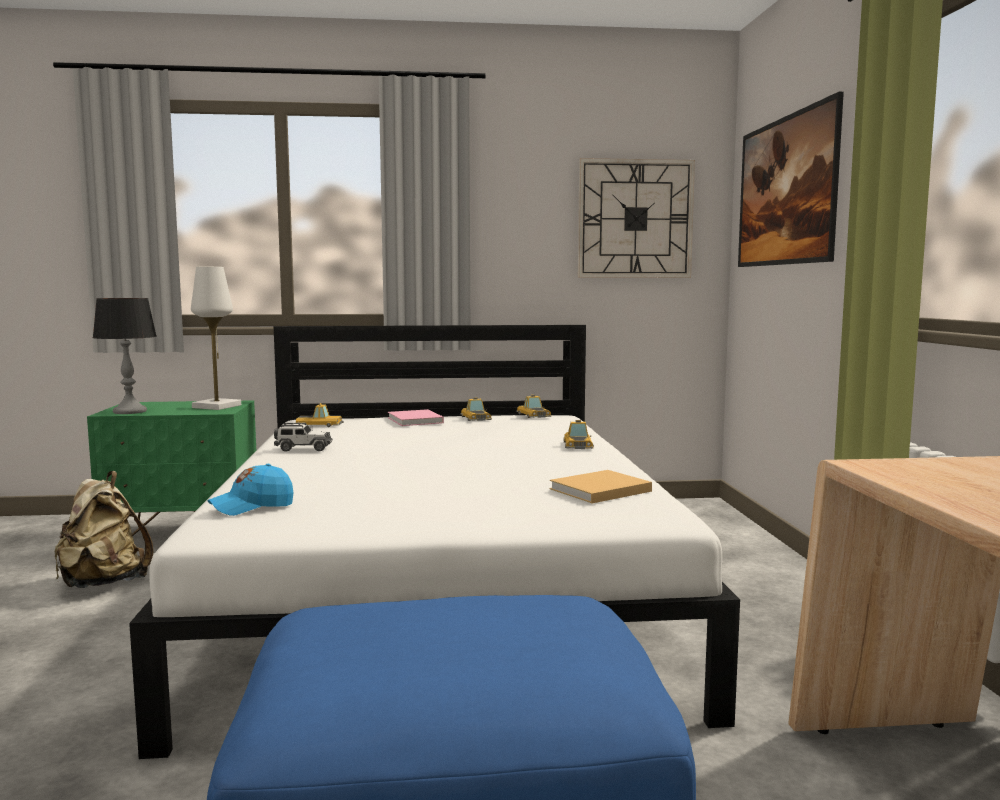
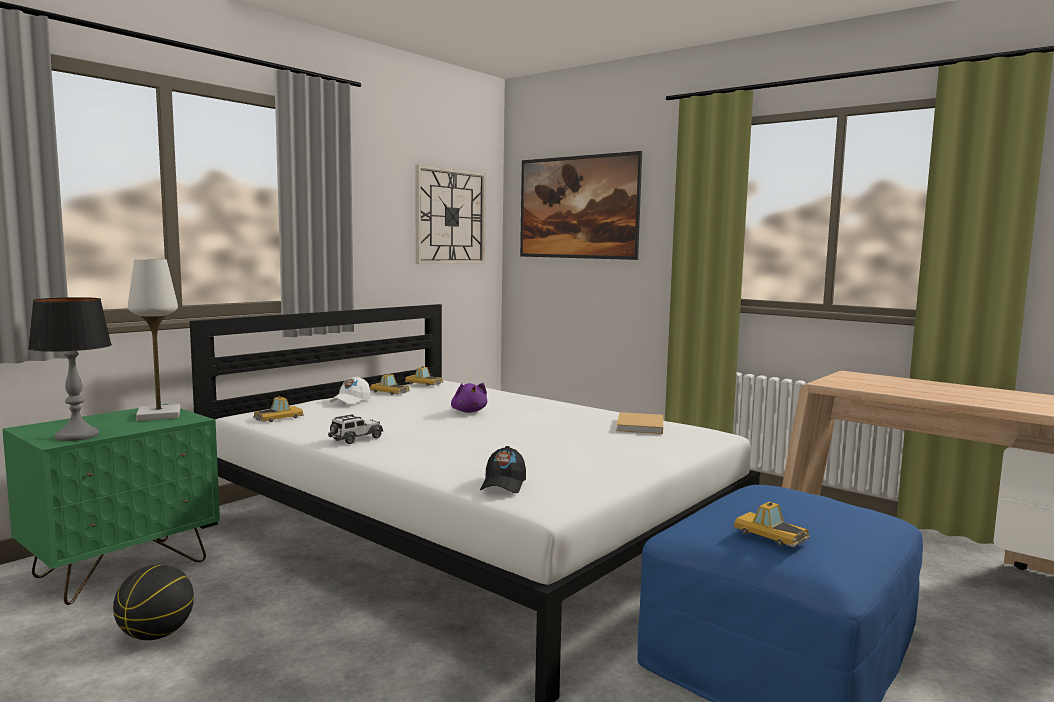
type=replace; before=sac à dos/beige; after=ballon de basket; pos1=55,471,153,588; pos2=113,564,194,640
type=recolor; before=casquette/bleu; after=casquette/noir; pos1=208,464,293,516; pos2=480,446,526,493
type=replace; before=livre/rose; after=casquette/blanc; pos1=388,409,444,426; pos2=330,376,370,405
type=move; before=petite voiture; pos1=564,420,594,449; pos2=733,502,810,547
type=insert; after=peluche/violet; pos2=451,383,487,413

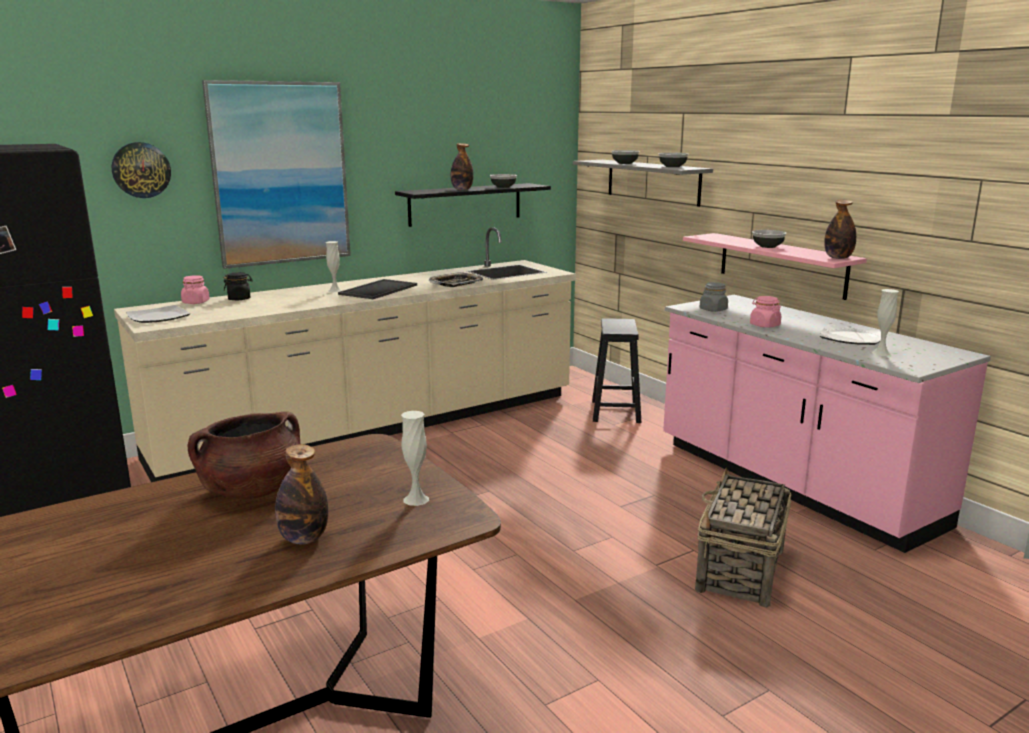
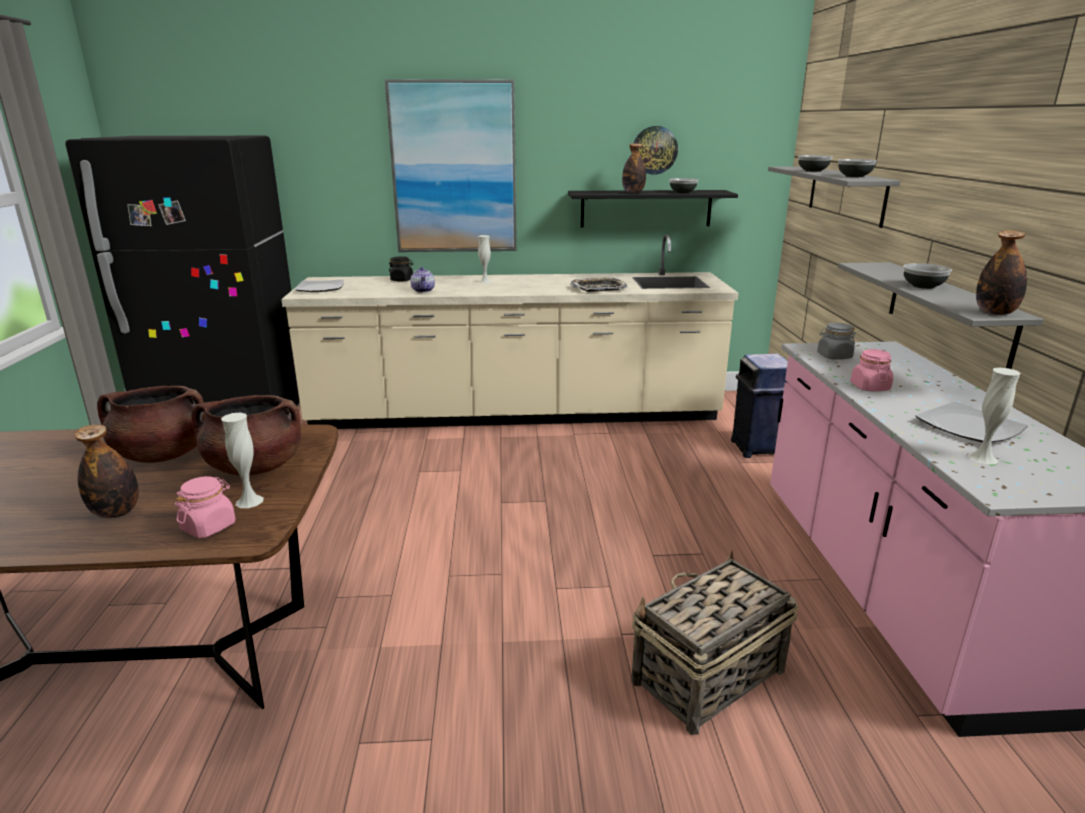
type=move; before=horloge murale; pos1=112,142,171,198; pos2=634,126,678,175
type=move; before=bocal/rose; pos1=181,275,210,304; pos2=175,476,236,538
type=delete; before=plateau; pos1=338,279,417,299
type=replace; before=tabouret/noir; after=poubelle/bleu; pos1=592,318,641,423; pos2=731,354,788,458
type=recolor; before=étagère/rose; after=étagère/gris; pos1=683,233,867,300; pos2=838,262,1044,369
type=insert; after=marmite/marron; pos2=191,395,301,475
type=insert; after=théière; pos2=410,267,435,293

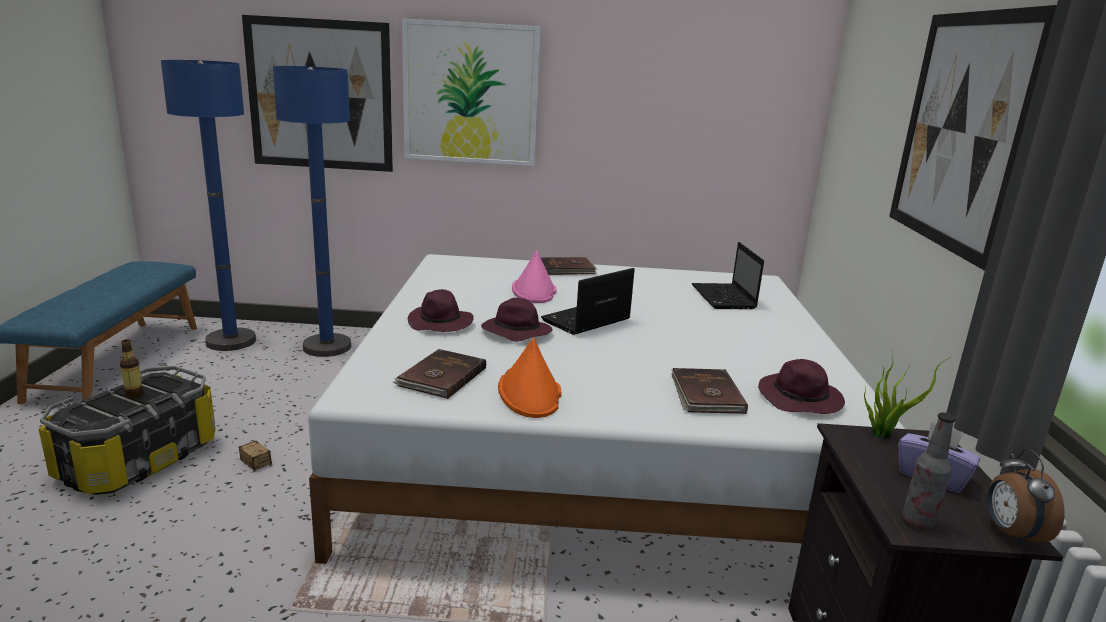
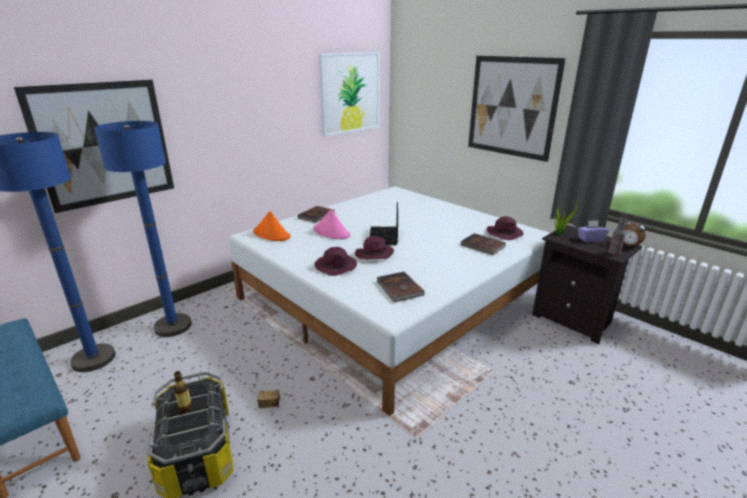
type=move; before=tableau; pos1=402,19,541,166; pos2=319,52,380,136
type=move; before=chapeau/orange; pos1=498,338,562,418; pos2=253,211,290,241
type=delete; before=ordinateur portable; pos1=692,242,764,309

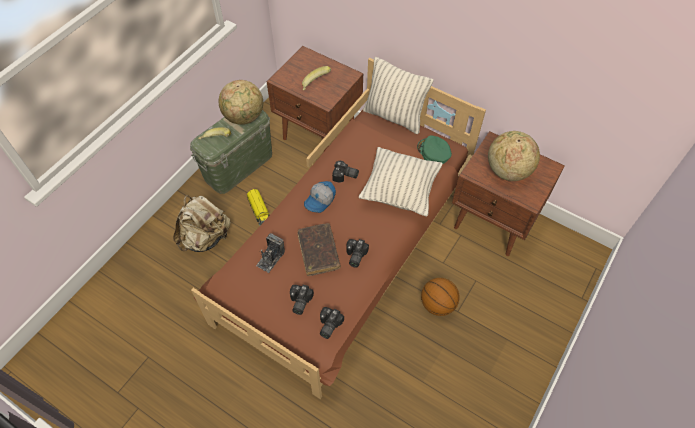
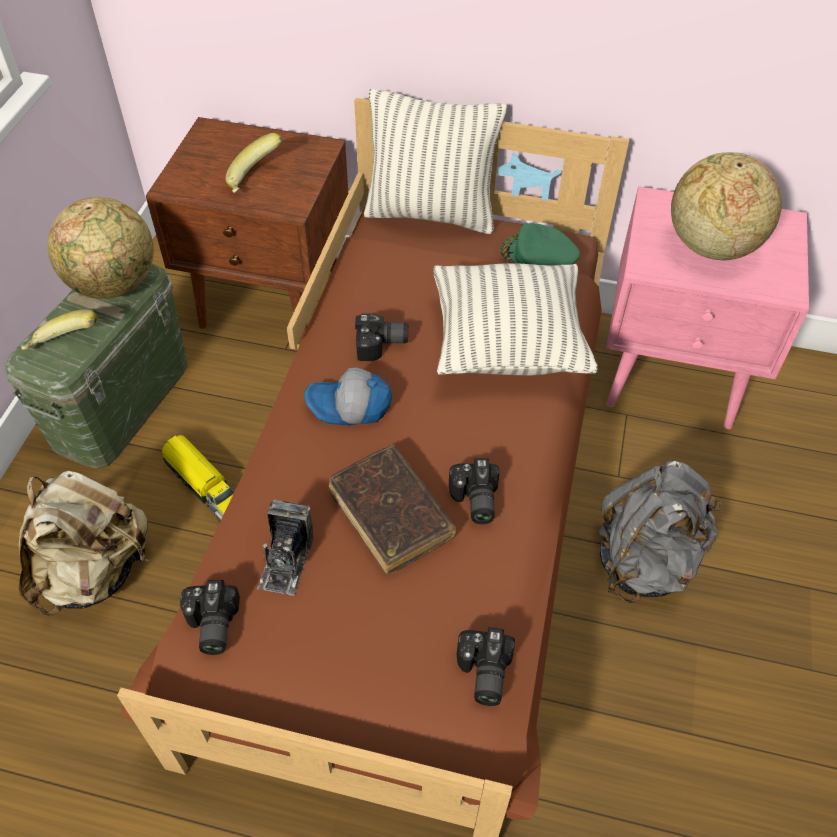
type=move; before=appareil photo; pos1=290,285,314,315; pos2=180,580,240,655
type=rotate; before=casquette; pos1=304,181,336,213; pos2=304,368,392,425; turn=75
type=replace; before=ballon de basket; after=sac à dos/gris; pos1=421,278,460,316; pos2=599,461,721,603
type=recolor; before=table de chevet/marron; after=table de chevet/rose; pos1=452,131,565,256; pos2=606,186,809,429

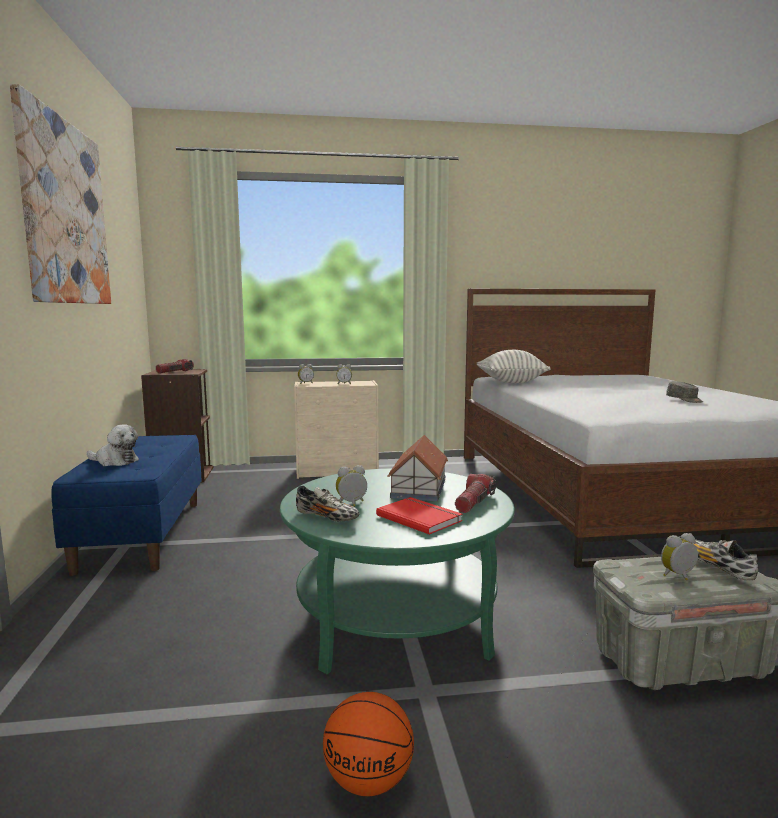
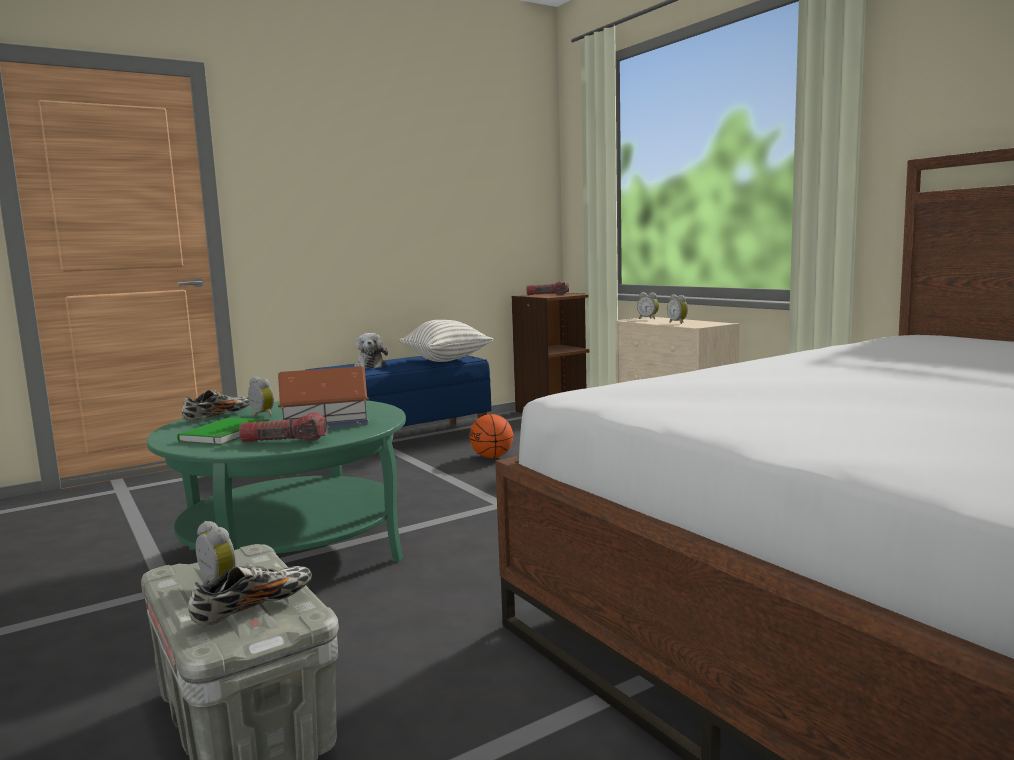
type=delete; before=tableau; pos1=10,84,111,304
type=rotate; before=chaussure; pos1=296,485,360,521; pos2=182,390,250,421; turn=-150
type=move; before=ballon de basket; pos1=323,692,414,796; pos2=469,414,513,458
type=recolor; before=livre/rouge; after=livre/vert; pos1=376,497,462,535; pos2=177,417,269,445
type=move; before=coussin; pos1=477,350,551,383; pos2=399,320,493,362
type=delete; before=casquette/gris; pos1=666,381,703,403

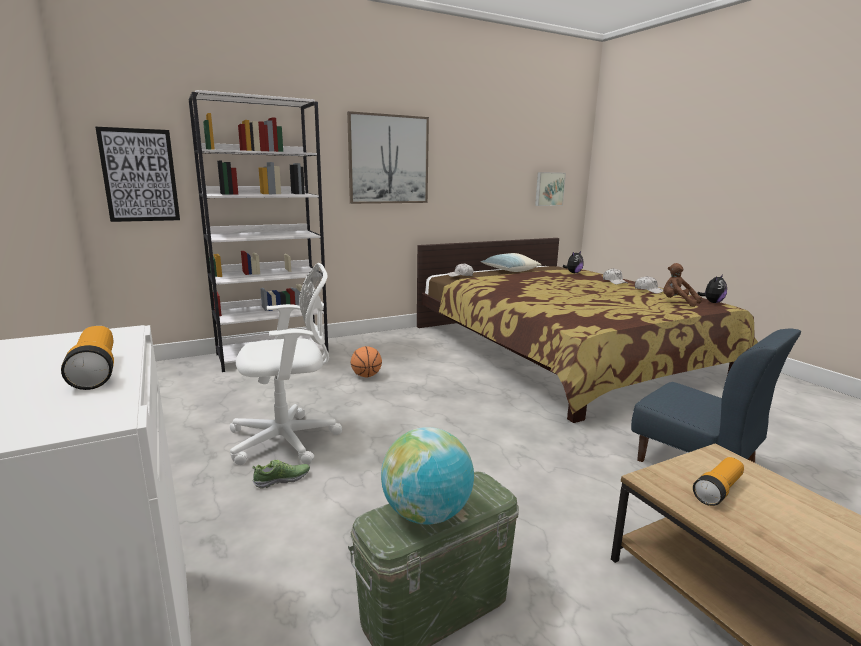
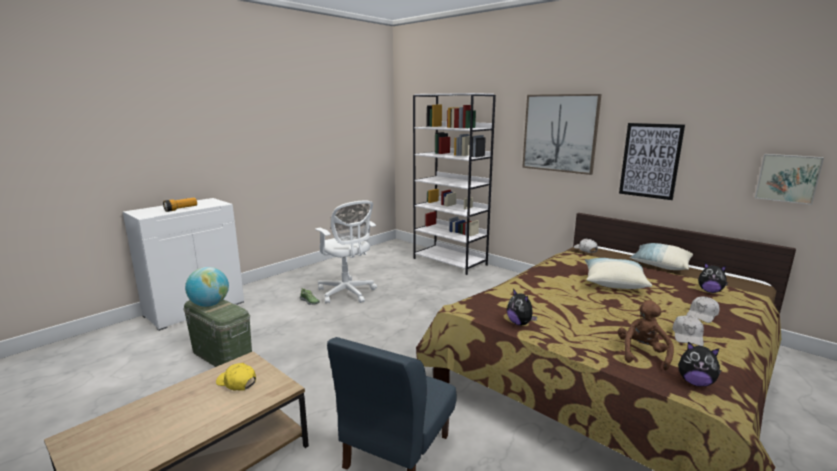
type=move; before=tableau; pos1=95,127,180,222; pos2=619,123,685,200
type=delete; before=ballon de basket; pos1=350,346,382,377
type=replace; before=lampe de poche; after=casquette/jaune; pos1=693,457,744,506; pos2=216,363,256,391
type=insert; after=peluche; pos2=507,289,537,326
type=insert; after=coussin; pos2=585,258,652,289

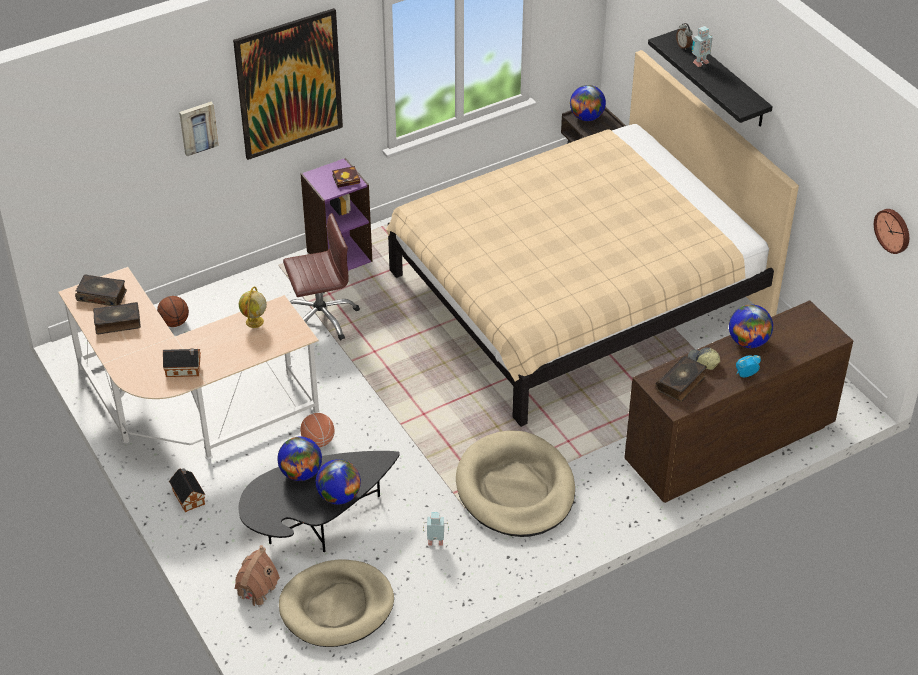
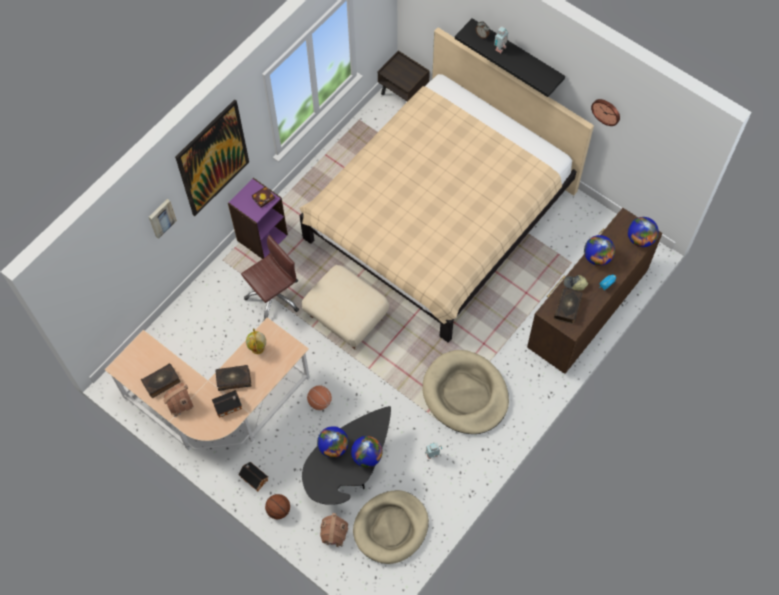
type=move; before=livre; pos1=75,275,127,306; pos2=215,365,251,391
type=move; before=ballon de basket; pos1=157,296,189,327; pos2=265,494,290,519
type=move; before=globe; pos1=570,85,606,121; pos2=628,217,659,247
type=move; before=horloge murale; pos1=874,209,909,254; pos2=591,99,620,126
type=insert; after=maison miniature; pos2=163,383,194,417
type=insert; after=pouf/beige; pos2=301,265,389,350

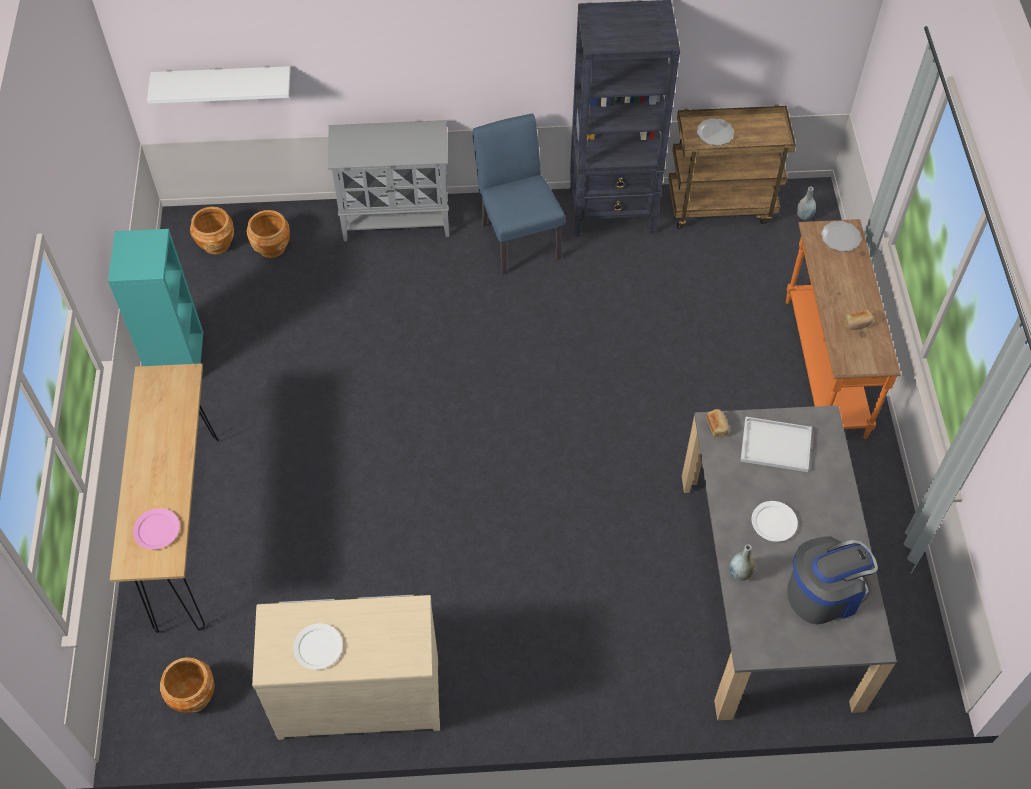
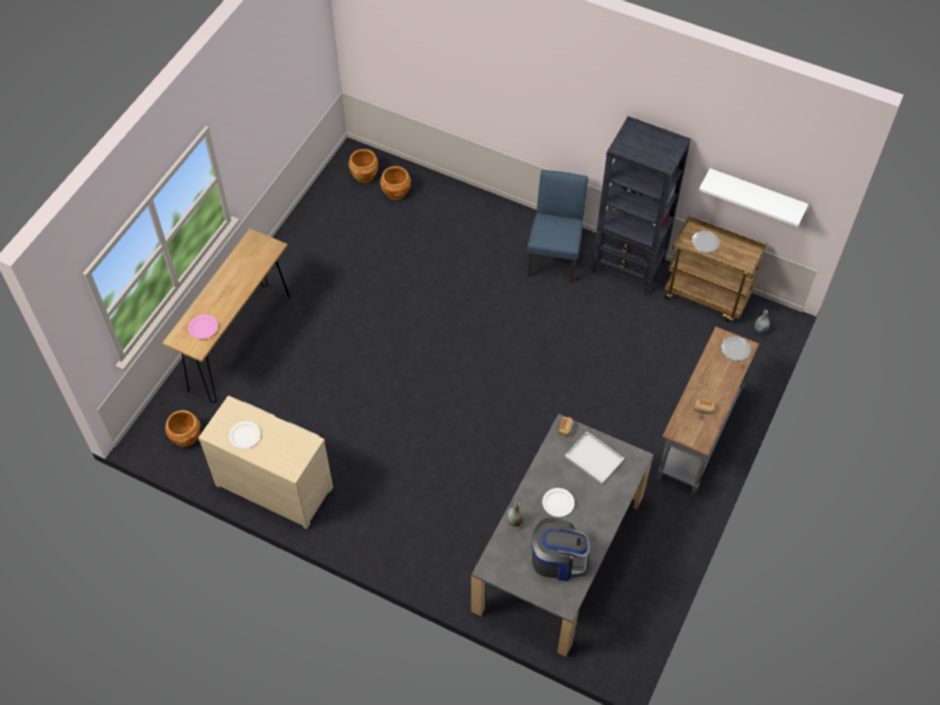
type=delete; before=bibliothèque/turquoise; pos1=108,229,203,366
type=move; before=étagère/blanc; pos1=147,66,290,104; pos2=699,168,808,227
type=delete; before=meuble de rangement/gris; pos1=328,120,449,241
type=recolor; before=table console/orange; after=table console/gris; pos1=786,219,901,439; pos2=657,326,759,495

